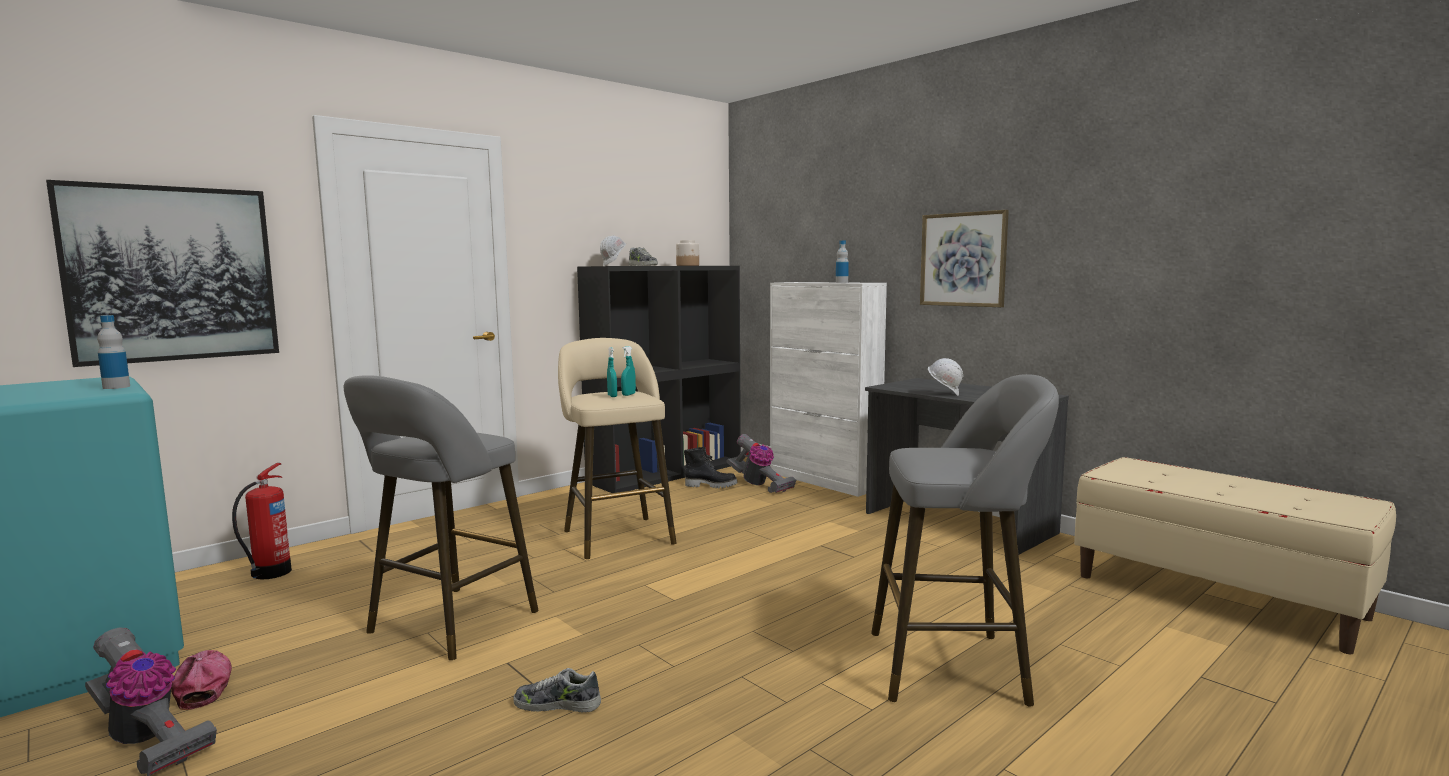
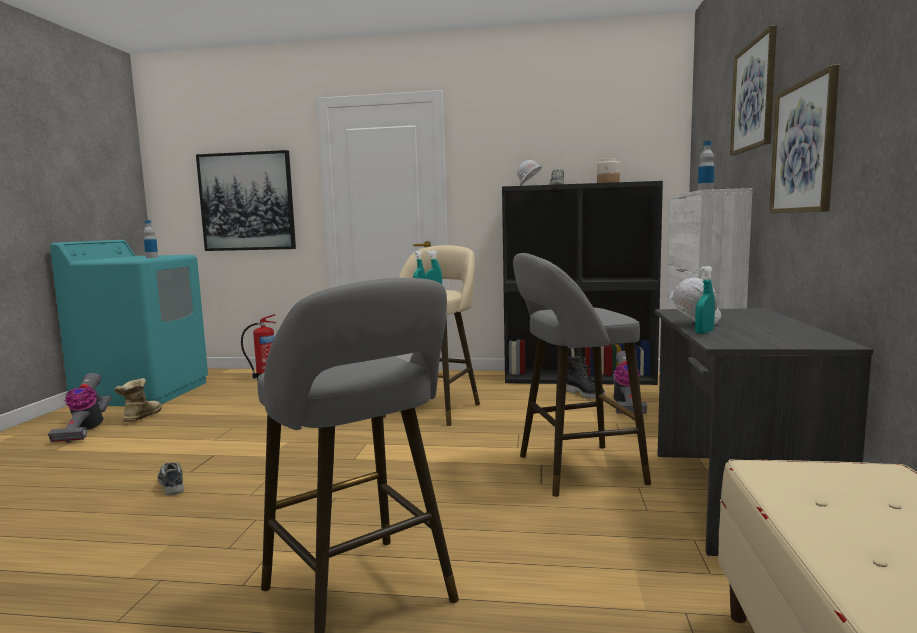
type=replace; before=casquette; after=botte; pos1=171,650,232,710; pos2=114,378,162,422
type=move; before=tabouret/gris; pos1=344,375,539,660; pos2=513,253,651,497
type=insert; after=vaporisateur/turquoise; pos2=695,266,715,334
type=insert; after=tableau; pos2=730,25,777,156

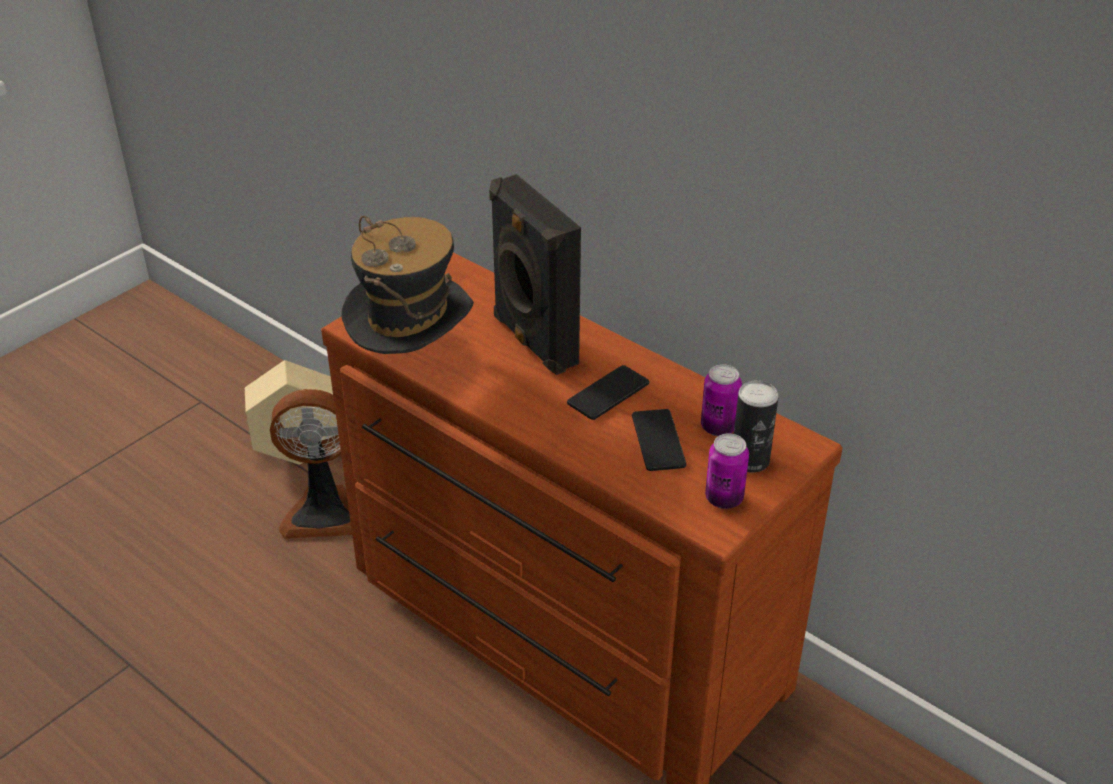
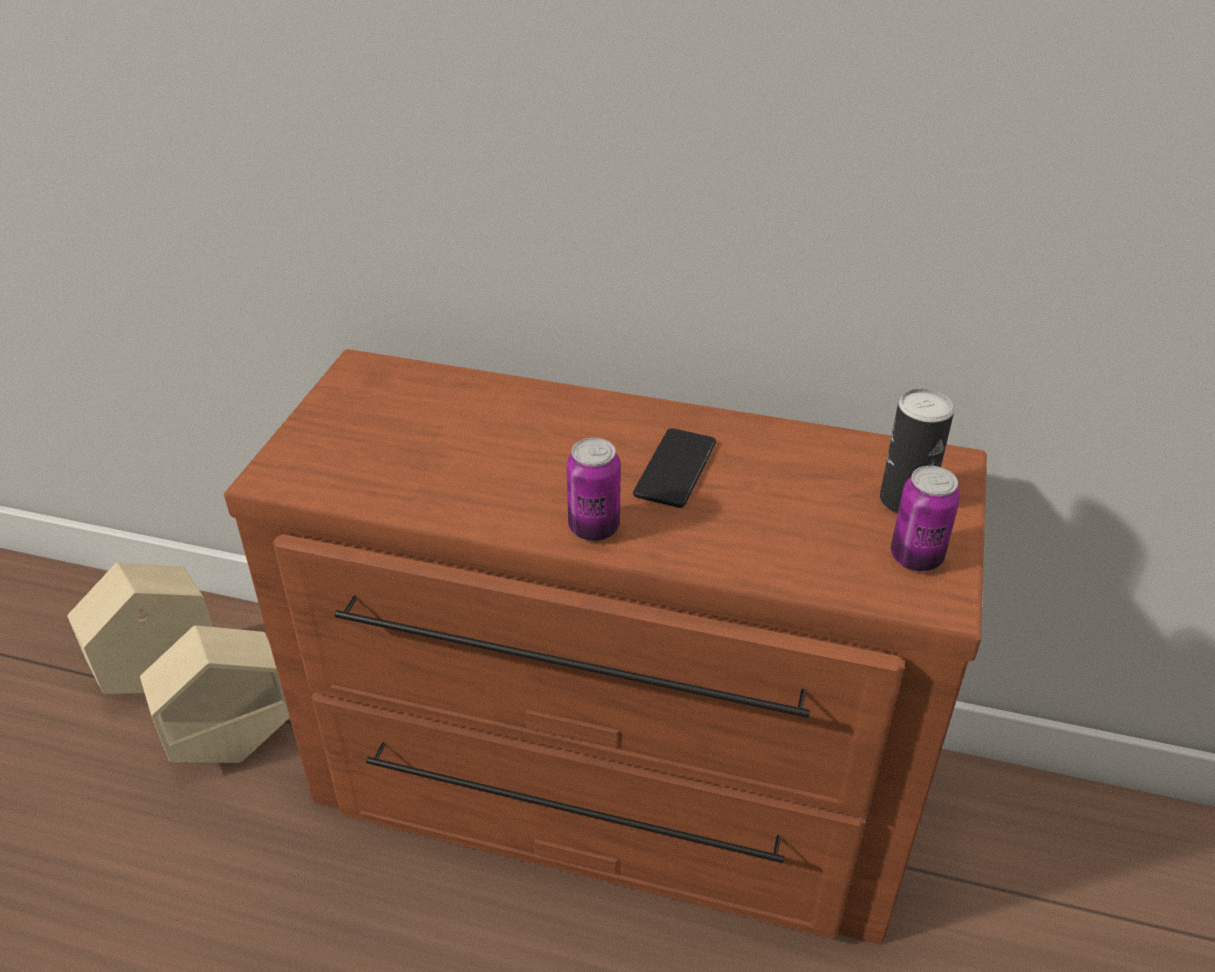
type=replace; before=ventilateur; after=cache-pot/beige; pos1=270,389,352,539; pos2=140,625,290,763
type=delete; before=chapeau; pos1=341,216,474,354
type=delete; before=enceinte/noir; pos1=489,174,581,375
type=delete; before=téléphone; pos1=632,409,687,471
type=move; before=boîte métallique; pos1=701,364,742,436; pos2=567,438,621,541

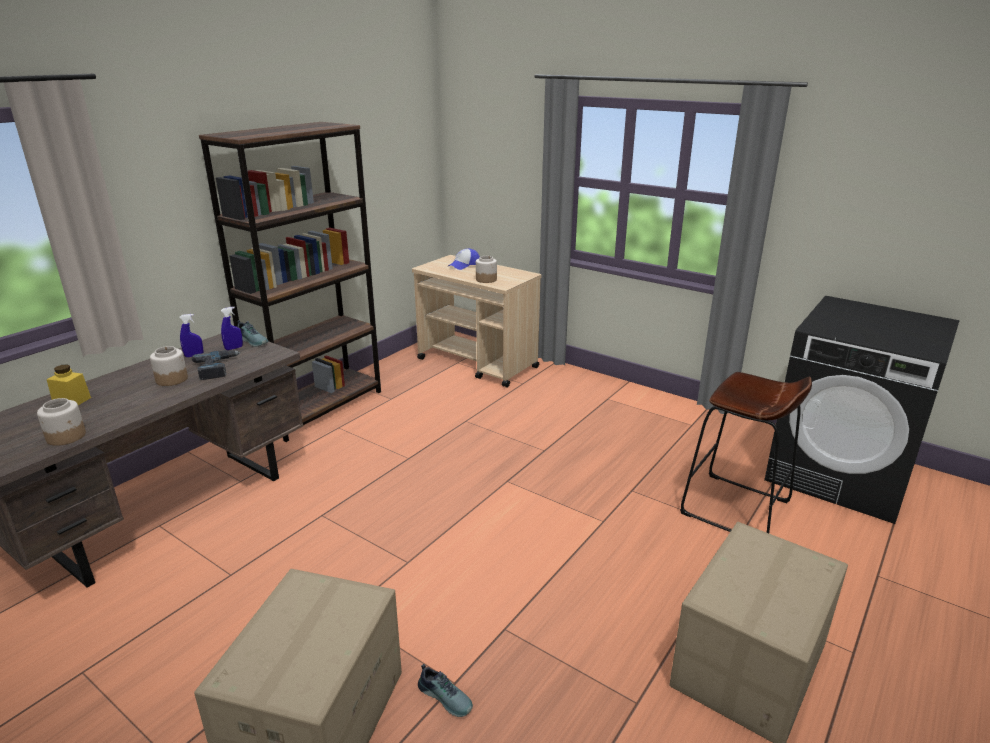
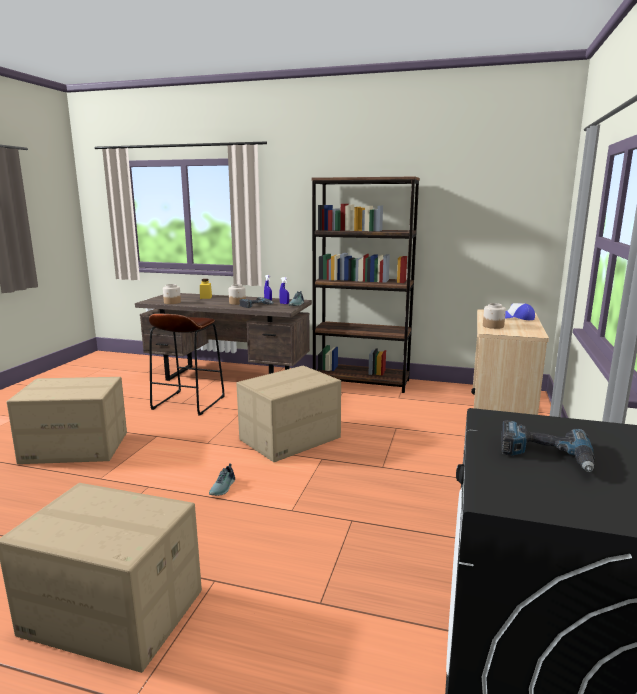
type=move; before=chaussure; pos1=418,664,473,717; pos2=209,463,235,496
type=move; before=tabouret/marron; pos1=680,372,812,533; pos2=149,313,225,416
type=insert; after=carton; pos2=236,366,341,462
type=insert; after=perceuse; pos2=501,420,595,472

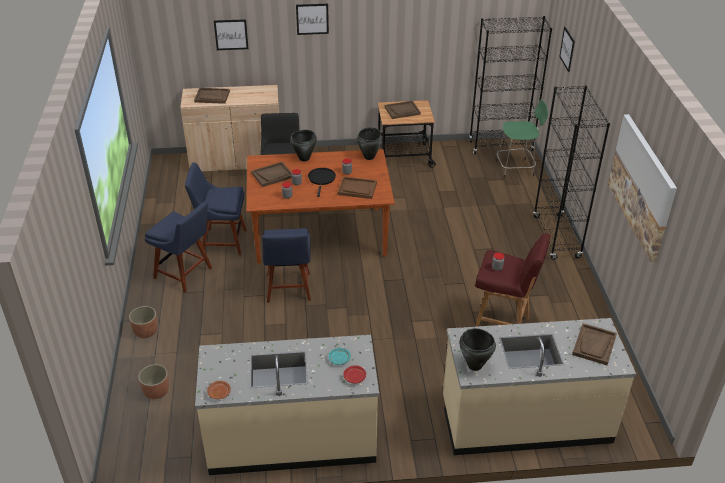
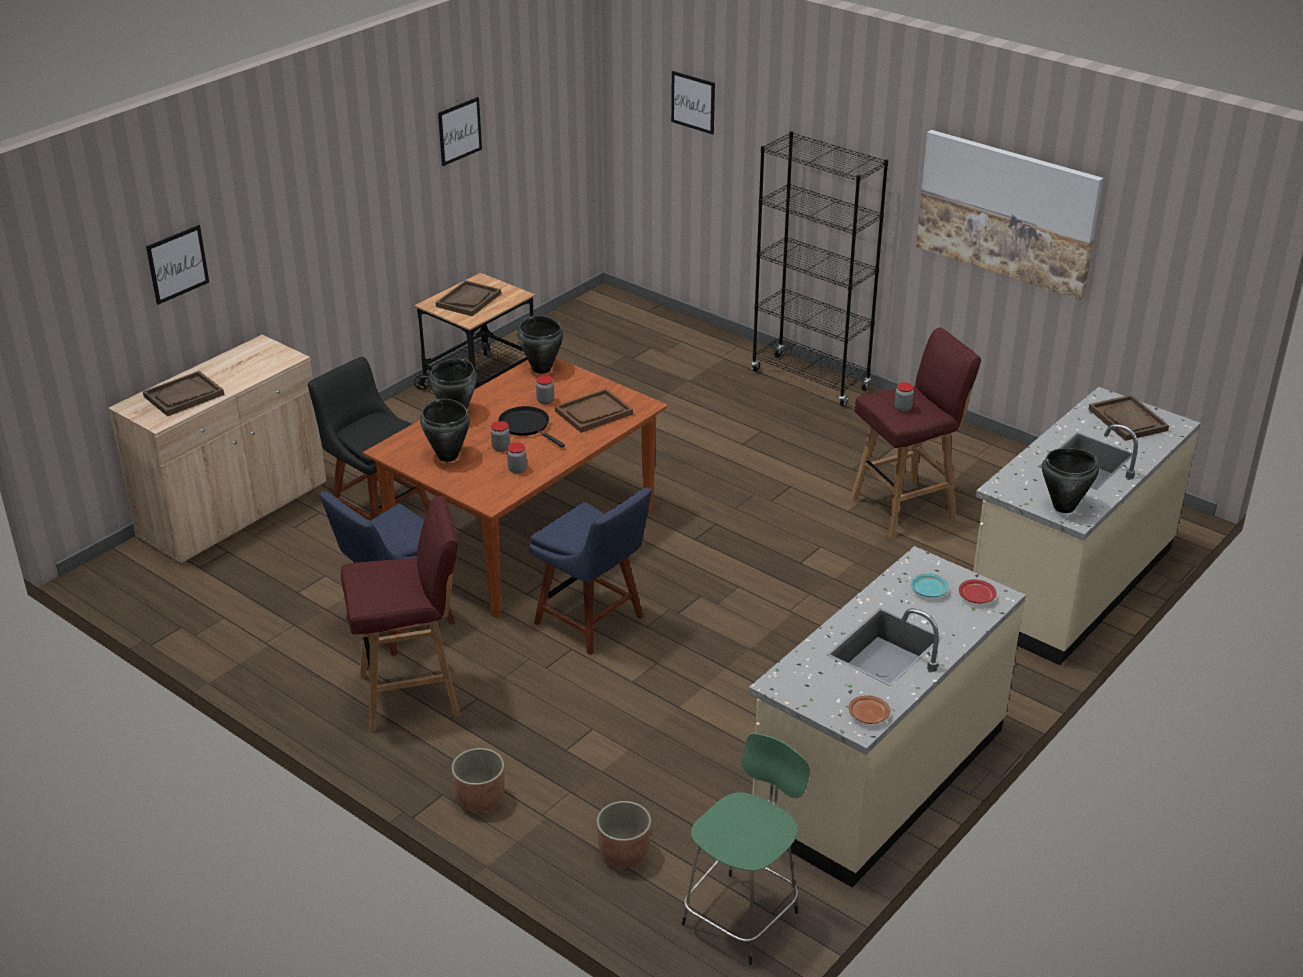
type=replace; before=chaise/bleu; after=tabouret/rouge; pos1=145,201,212,292; pos2=341,496,460,732
type=replace; before=plateau/marron; after=marmite/noir; pos1=251,162,292,187; pos2=420,399,470,462
type=move; before=tableau; pos1=296,4,329,35; pos2=438,97,482,166
type=delete; before=bibliothèque/noir; pos1=469,16,552,154
type=move; before=tabouret/vert; pos1=496,100,548,178; pos2=682,733,810,965

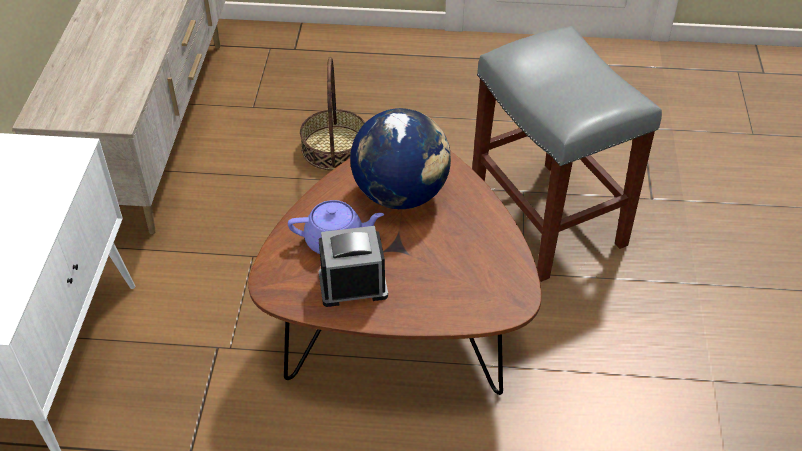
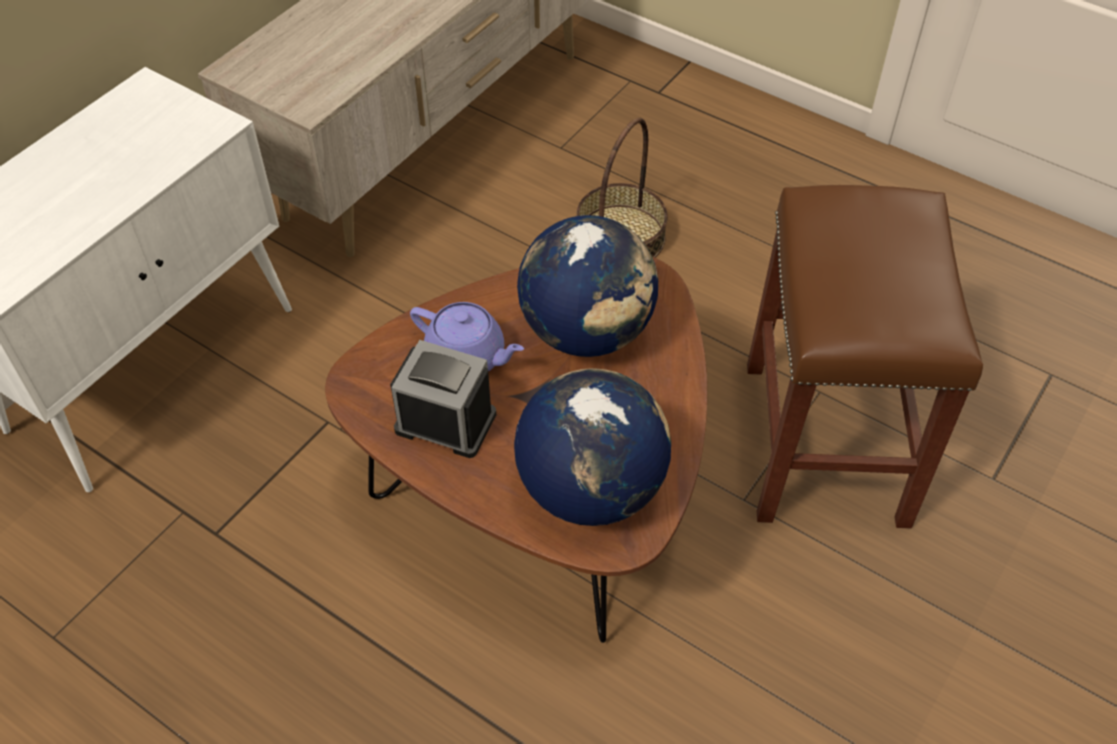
type=recolor; before=tabouret/gris; after=tabouret/marron; pos1=472,26,662,282; pos2=747,185,983,528
type=insert; after=globe; pos2=514,368,671,526

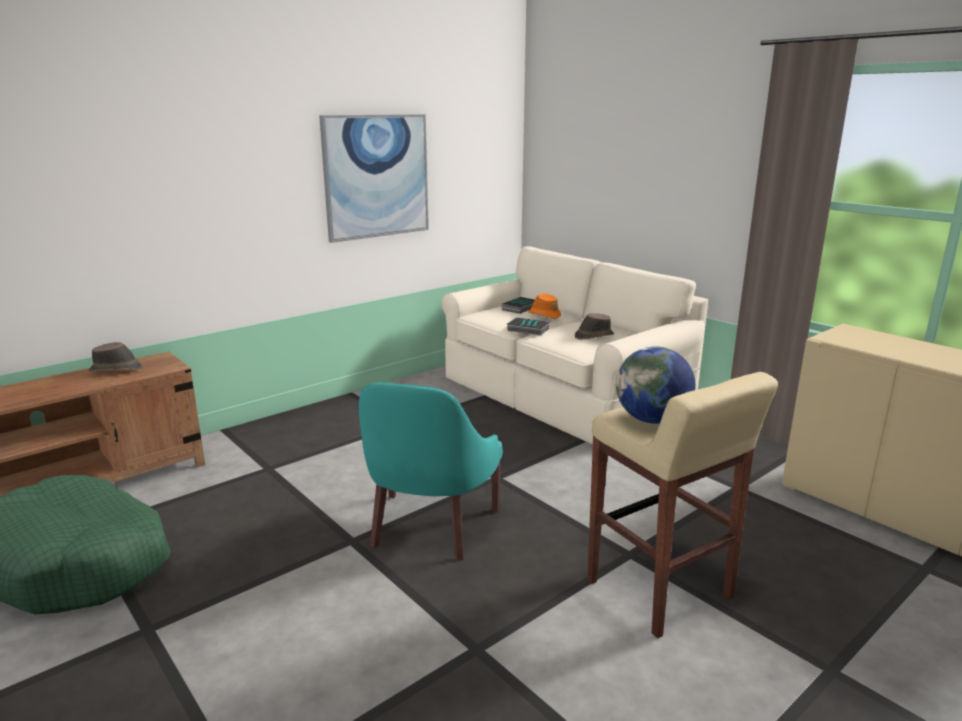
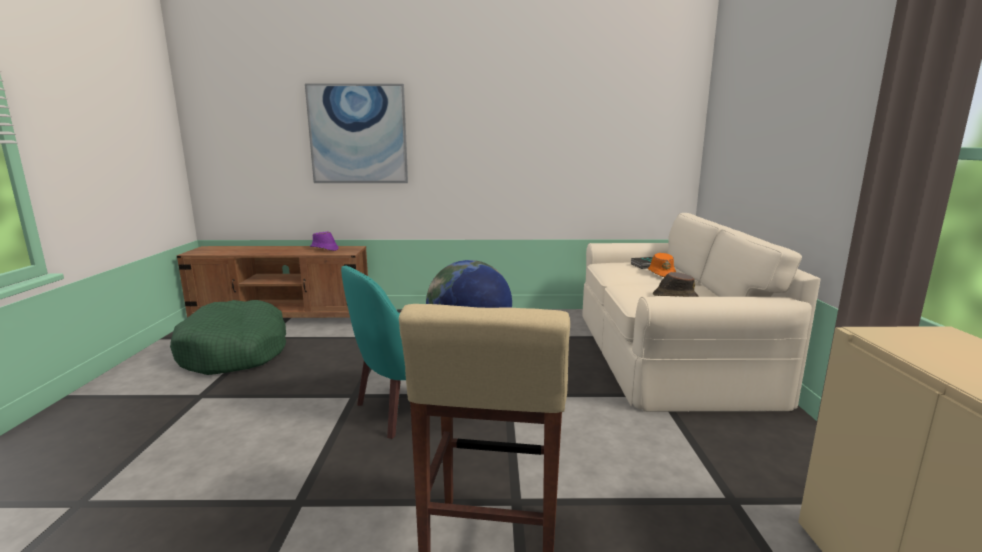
type=recolor; before=chapeau/marron; after=chapeau/violet; pos1=89,342,143,372; pos2=310,231,339,251
type=move; before=tableau; pos1=319,114,429,243; pos2=305,84,408,183
type=delete; before=livre; pos1=507,317,550,335

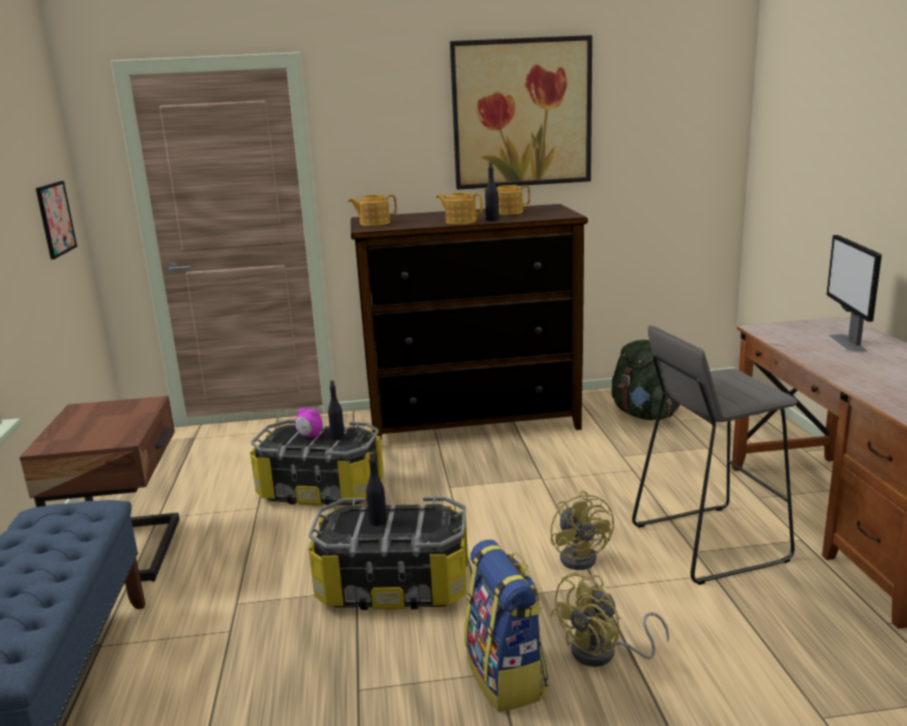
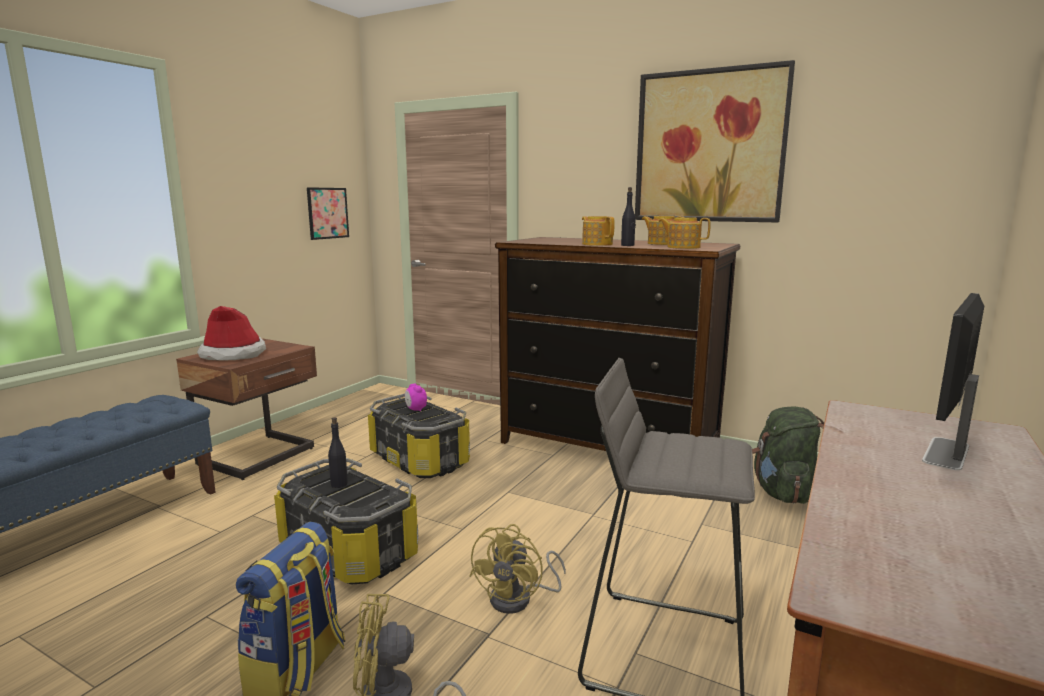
type=delete; before=bouteille/noir; pos1=328,380,345,440
type=move; before=théière; pos1=348,194,397,226; pos2=658,217,711,249
type=insert; after=chapeau; pos2=197,306,266,361

